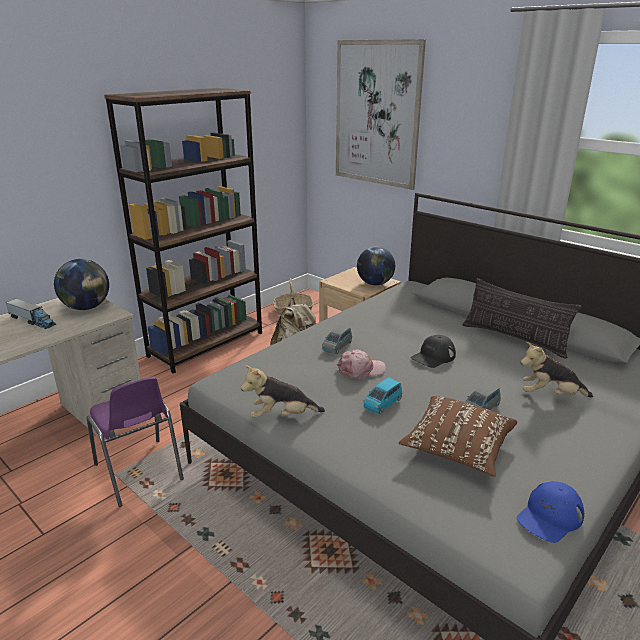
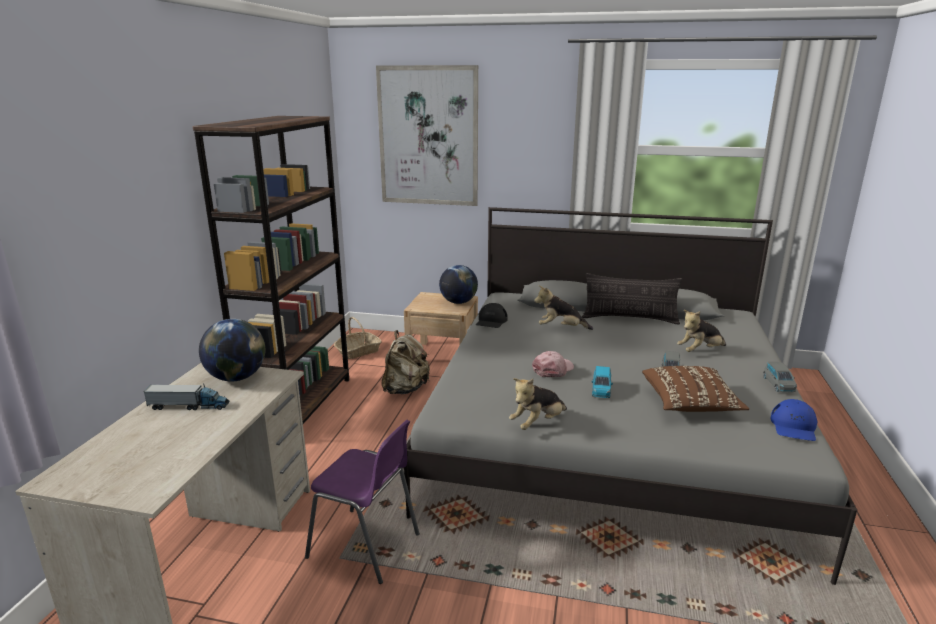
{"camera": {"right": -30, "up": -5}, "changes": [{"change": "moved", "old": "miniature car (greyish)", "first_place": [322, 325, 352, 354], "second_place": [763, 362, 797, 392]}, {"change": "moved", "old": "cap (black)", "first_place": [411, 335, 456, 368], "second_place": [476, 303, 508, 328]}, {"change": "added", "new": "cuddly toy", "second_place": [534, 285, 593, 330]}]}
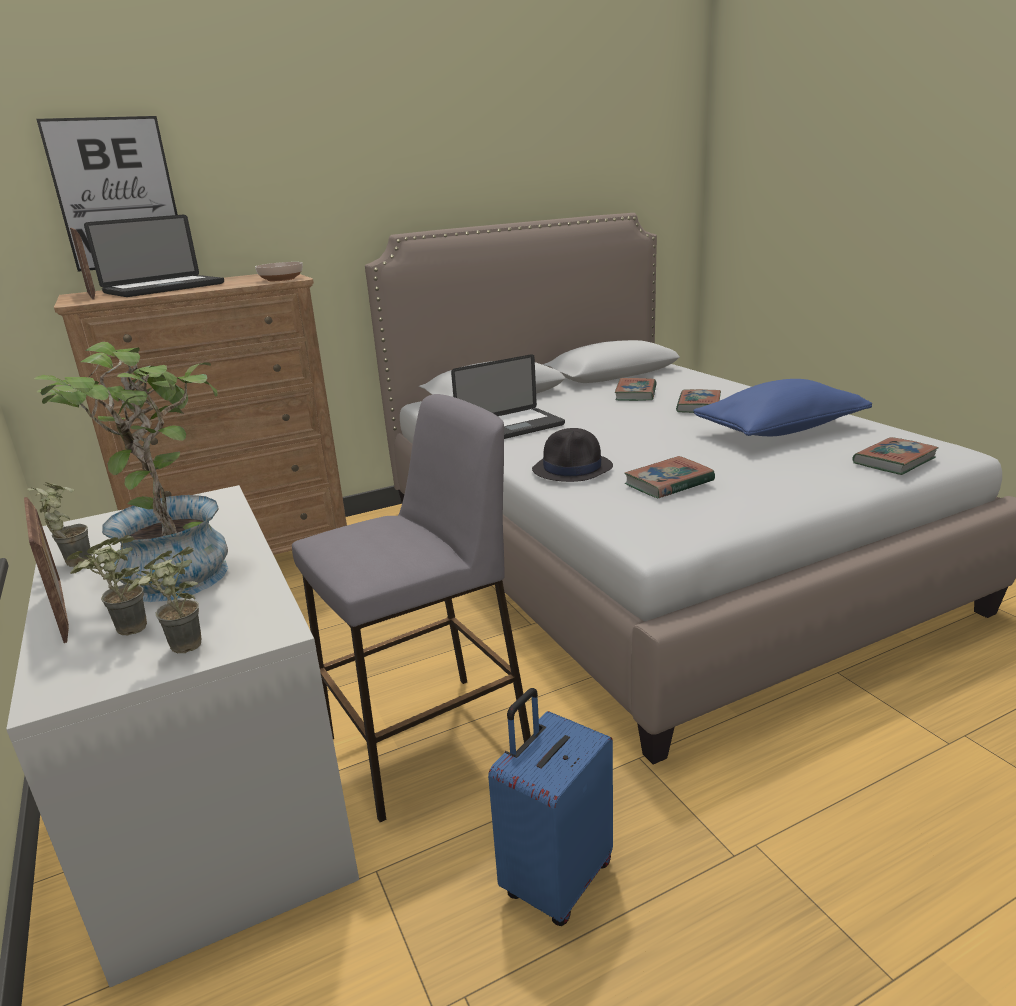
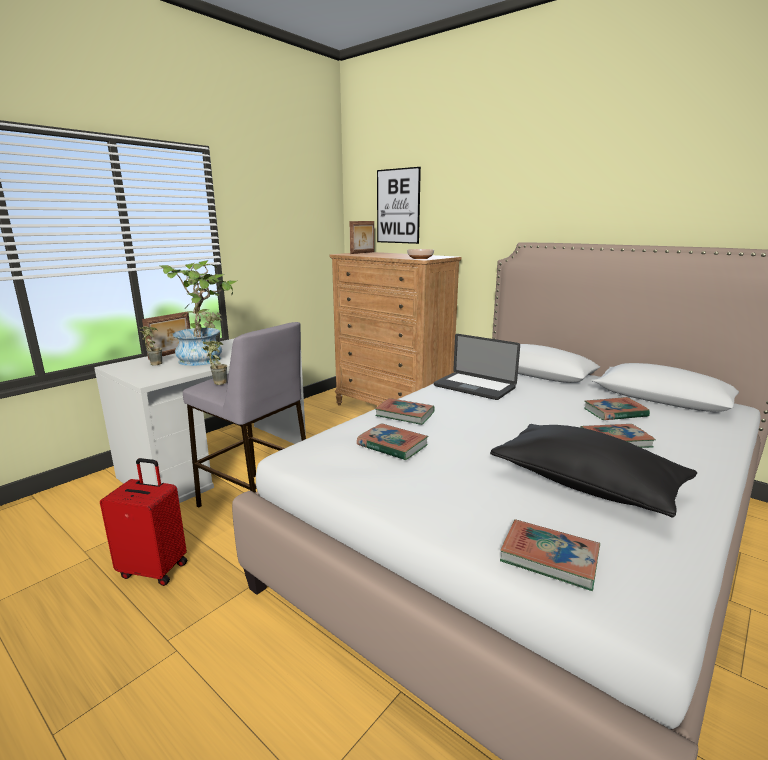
{"camera": {"right": 65, "up": -5}, "changes": [{"change": "removed", "old": "notebook computer", "first_place": [84, 215, 224, 297]}, {"change": "moved", "old": "plant in a pot", "first_place": [124, 547, 201, 653], "second_place": [202, 341, 227, 385]}, {"change": "recoloured", "old": "travel case (blue)", "new": "travel case (reddish)", "first_place": [488, 688, 613, 926], "second_place": [100, 458, 187, 586]}, {"change": "replaced", "old": "clothing hat (black)", "new": "book", "first_place": [532, 428, 613, 482], "second_place": [375, 398, 434, 425]}, {"change": "recoloured", "old": "cushion (blue)", "new": "cushion (black)", "first_place": [693, 379, 872, 436], "second_place": [490, 424, 697, 518]}]}
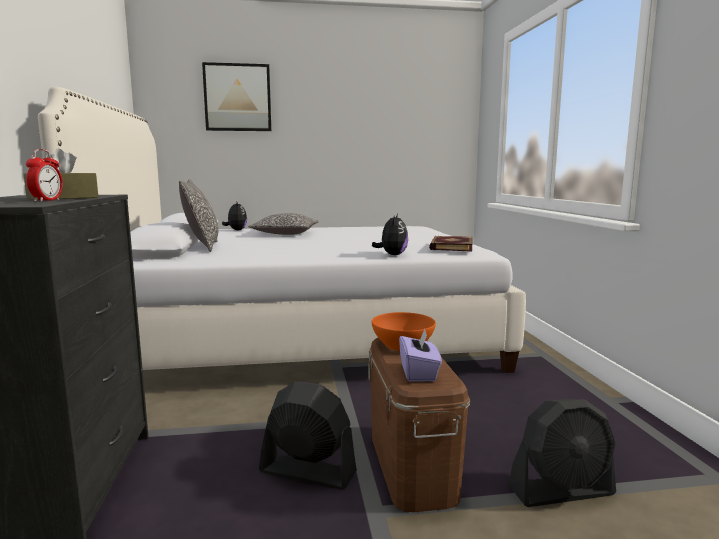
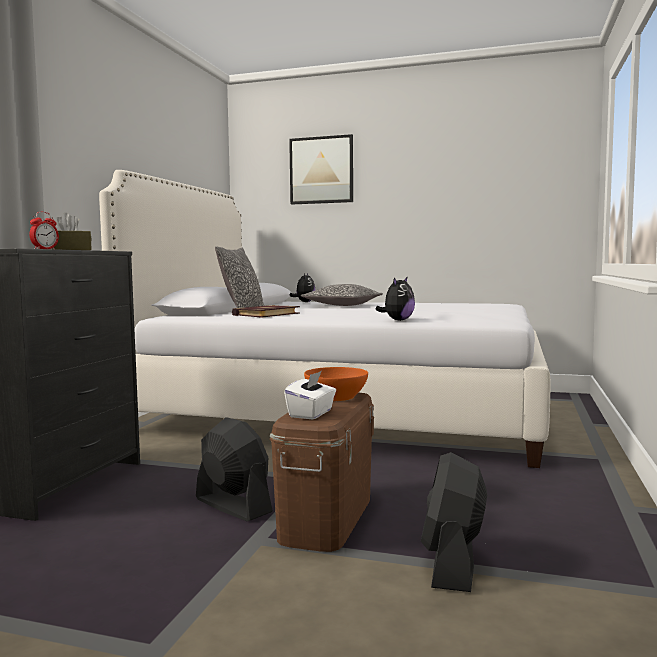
{"camera": {"right": 25, "up": -5}, "changes": [{"change": "recoloured", "old": "tissue holder (purplish)", "new": "tissue holder (white-coloured)", "first_place": [399, 329, 442, 382], "second_place": [284, 371, 336, 419]}, {"change": "moved", "old": "book", "first_place": [429, 236, 473, 252], "second_place": [232, 305, 300, 318]}, {"change": "turned", "old": "electric fan (black)", "first_place": [508, 399, 616, 507], "second_place": [420, 452, 487, 592], "degrees": 90}]}
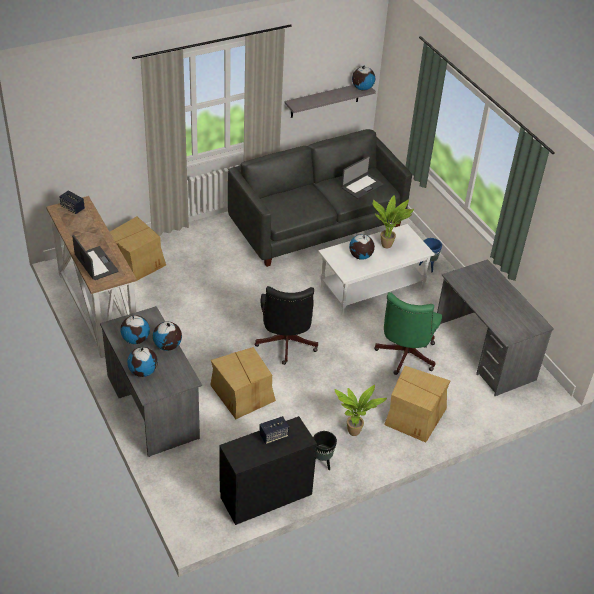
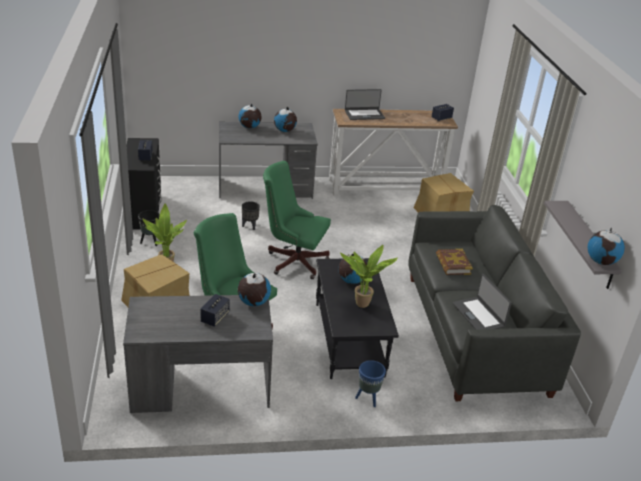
{"camera": {"right": 110, "up": -10}, "changes": [{"change": "moved", "old": "world globe", "first_place": [153, 321, 182, 351], "second_place": [238, 273, 271, 306]}, {"change": "replaced", "old": "carton", "new": "plant pot (black)", "first_place": [211, 347, 276, 419], "second_place": [242, 201, 260, 230]}, {"change": "recoloured", "old": "desk chair (black)", "new": "desk chair (greenish)", "first_place": [255, 286, 318, 365], "second_place": [263, 161, 331, 279]}, {"change": "recoloured", "old": "coffee table (white-coloured)", "new": "coffee table (black)", "first_place": [318, 224, 435, 315], "second_place": [316, 258, 399, 379]}, {"change": "added", "new": "loudspeaker", "second_place": [200, 294, 229, 327]}, {"change": "added", "new": "book", "second_place": [436, 249, 473, 275]}]}
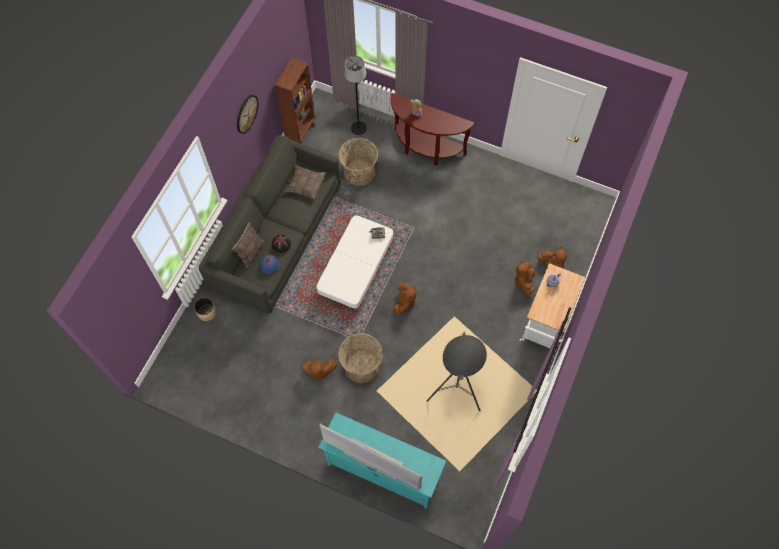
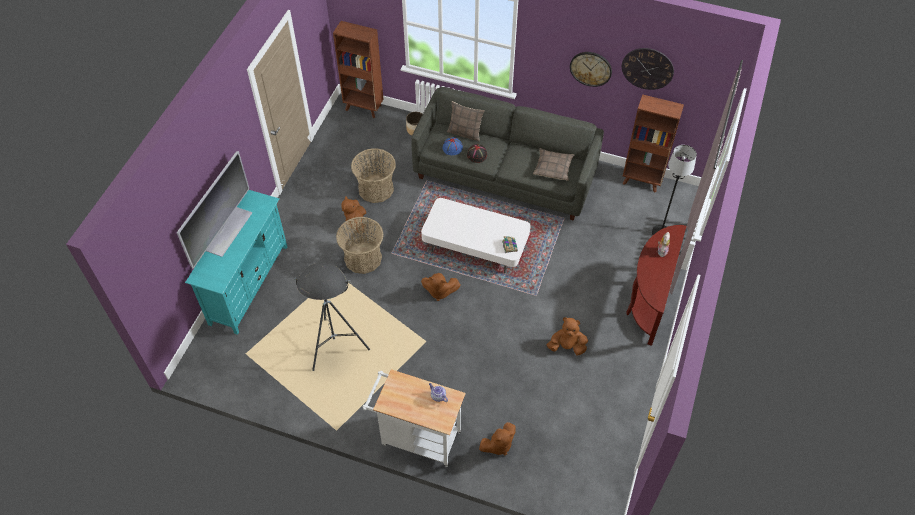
{"camera": {"right": 85, "up": -10}, "changes": [{"change": "moved", "old": "basket", "first_place": [338, 138, 378, 186], "second_place": [351, 148, 396, 203]}, {"change": "moved", "old": "cuddly toy (brownish)", "first_place": [514, 261, 535, 295], "second_place": [547, 317, 588, 356]}, {"change": "added", "new": "shelving unit (brownish)", "second_place": [333, 21, 383, 118]}, {"change": "added", "new": "hanging clock", "second_place": [622, 48, 674, 90]}]}
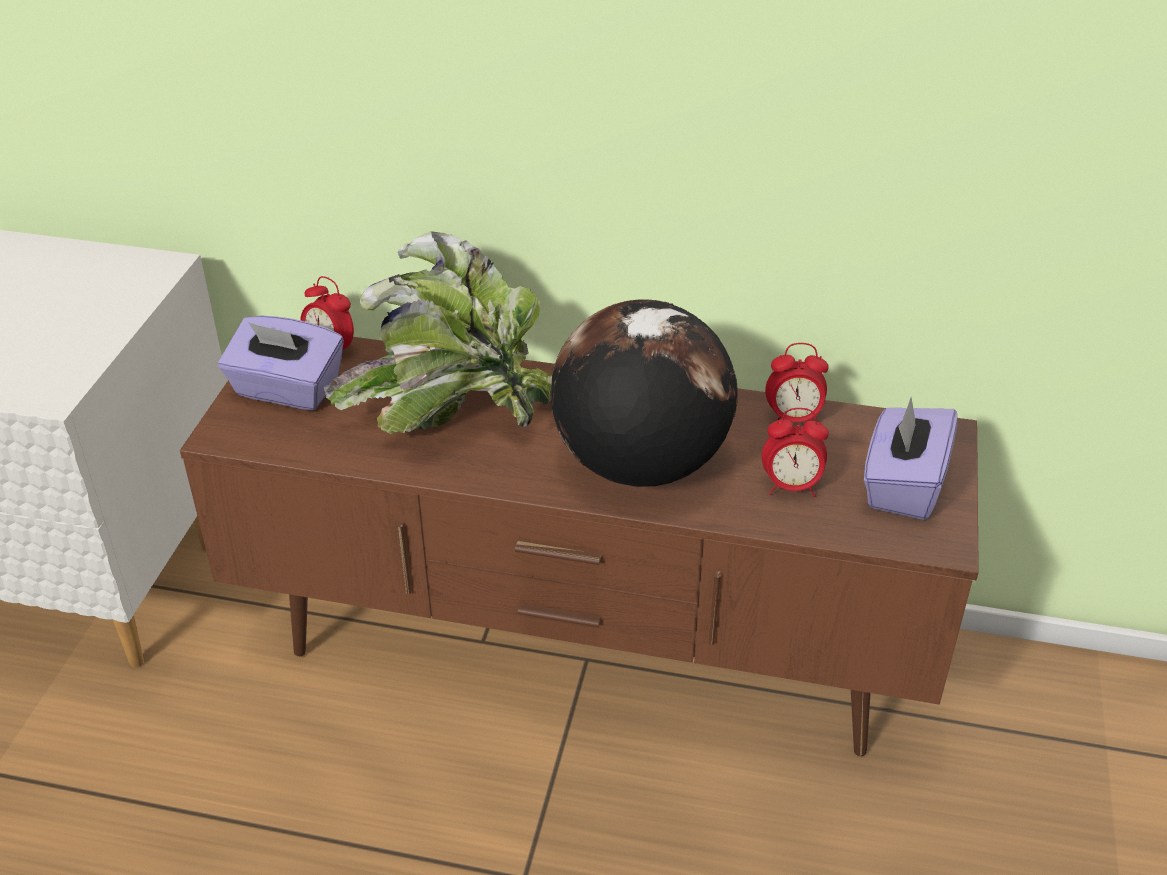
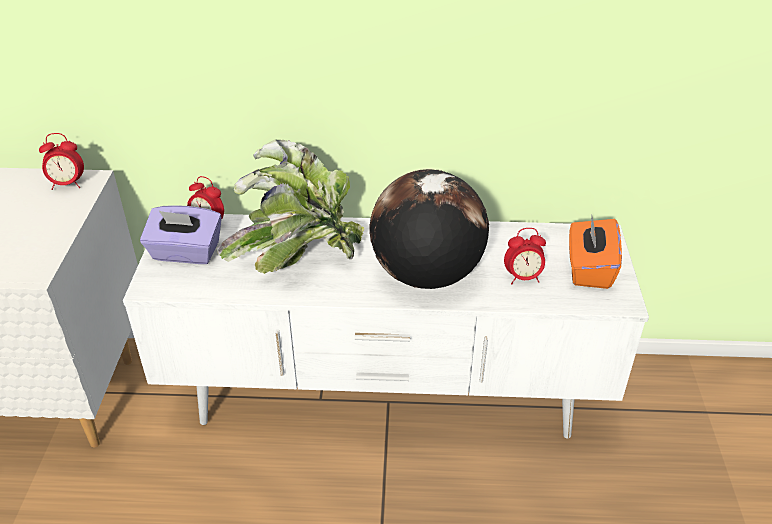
{"camera": {"right": -10, "up": 0}, "changes": [{"change": "recoloured", "old": "media console (brownish)", "new": "media console (white-coloured)", "first_place": [180, 337, 979, 756], "second_place": [123, 214, 649, 439]}, {"change": "moved", "old": "alarm clock", "first_place": [765, 343, 829, 423], "second_place": [39, 133, 84, 190]}, {"change": "recoloured", "old": "tissue holder (purplish)", "new": "tissue holder (orange-coloured)", "first_place": [864, 397, 957, 520], "second_place": [569, 216, 622, 289]}]}
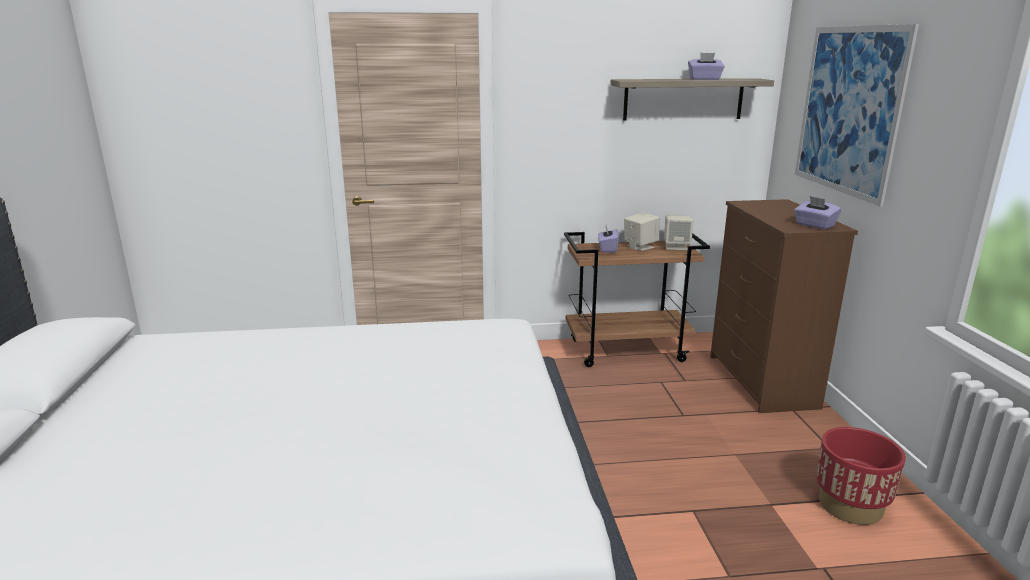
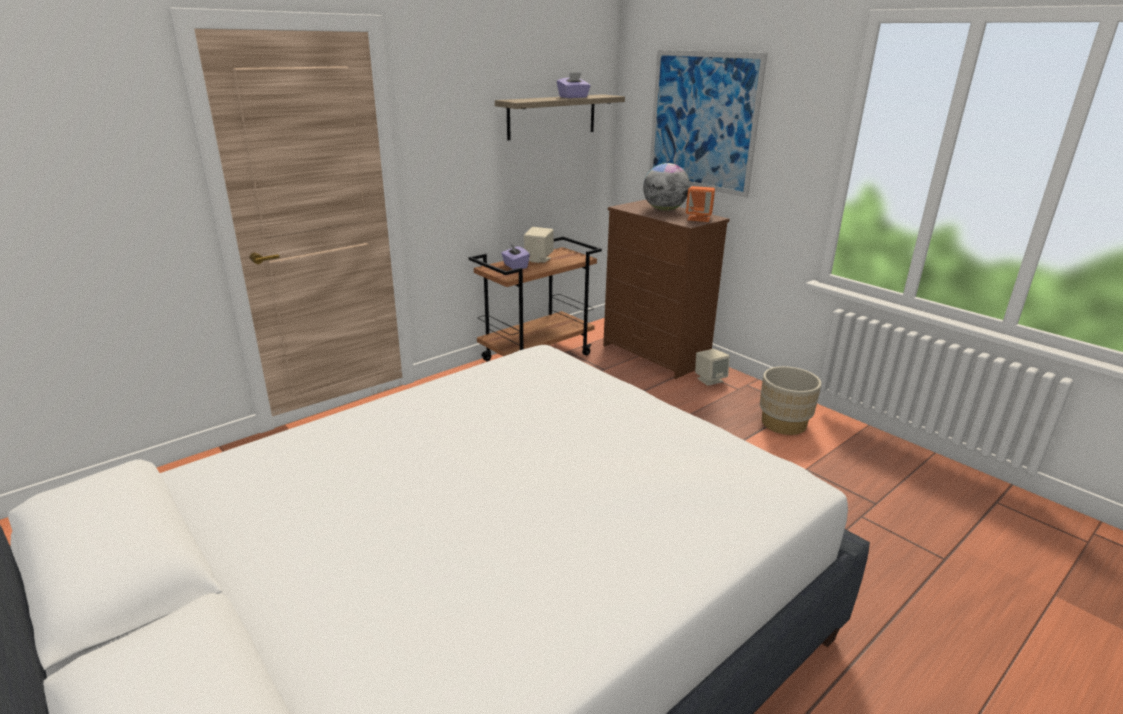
{"camera": {"right": -35, "up": 5}, "changes": [{"change": "moved", "old": "loudspeaker (beige-coloured)", "first_place": [664, 215, 693, 250], "second_place": [695, 349, 730, 386]}, {"change": "replaced", "old": "tissue holder (purplish)", "new": "loudspeaker (orange-coloured)", "first_place": [794, 196, 841, 229], "second_place": [686, 186, 715, 222]}, {"change": "recoloured", "old": "plant pot (reddish)", "new": "plant pot (beige-coloured)", "first_place": [817, 427, 906, 525], "second_place": [760, 366, 821, 435]}, {"change": "added", "new": "world globe", "second_place": [643, 163, 690, 211]}]}
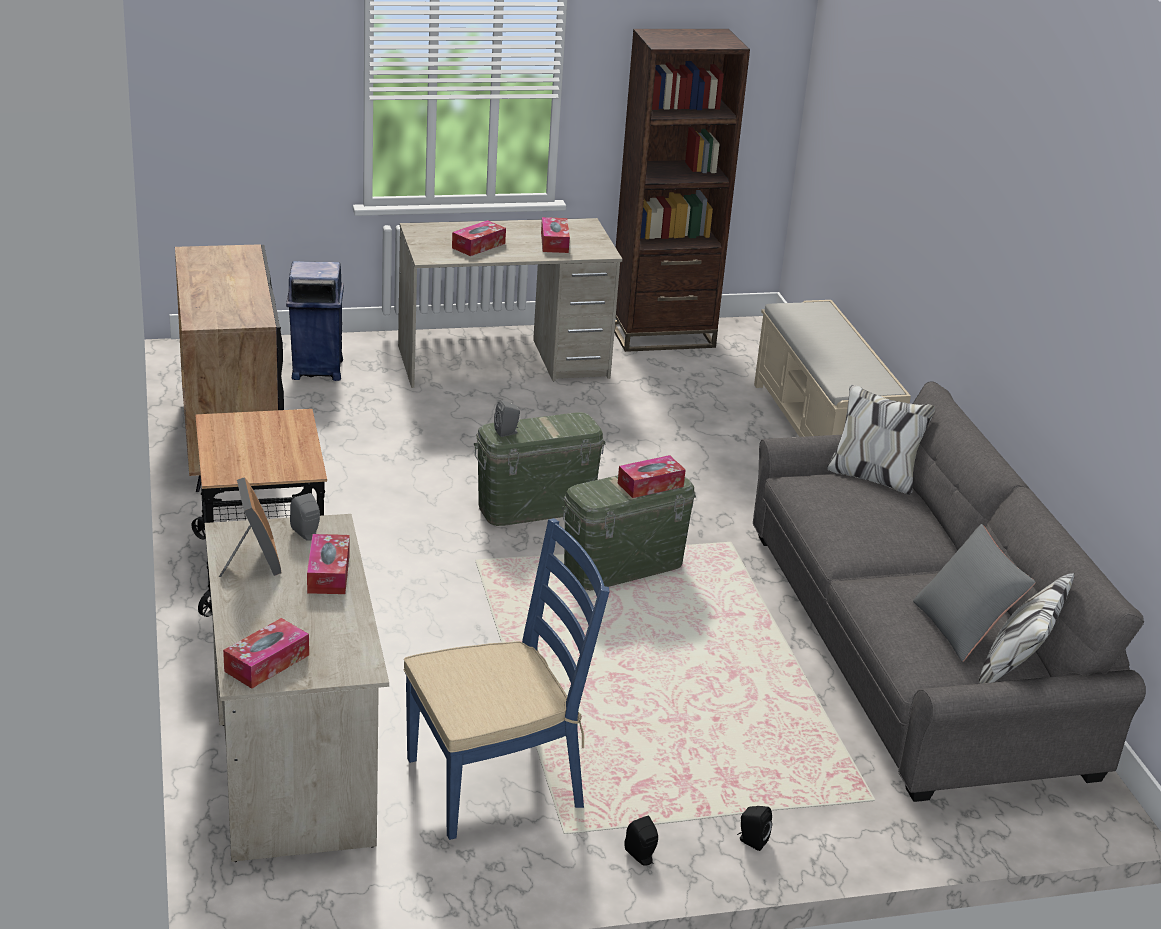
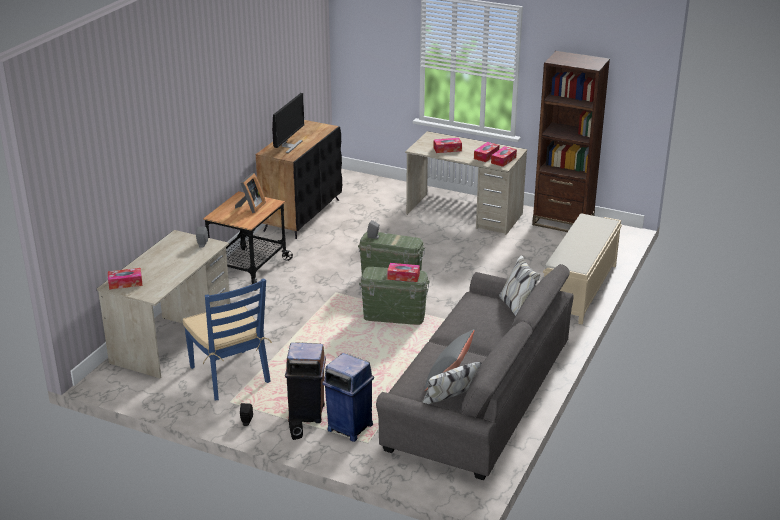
{"camera": {"right": 40, "up": 0}, "changes": [{"change": "moved", "old": "standing frame", "first_place": [219, 477, 282, 577], "second_place": [235, 173, 266, 213]}, {"change": "moved", "old": "rubbish bin (blue)", "first_place": [286, 261, 344, 381], "second_place": [322, 353, 374, 442]}, {"change": "moved", "old": "tissue holder", "first_place": [307, 534, 350, 594], "second_place": [491, 146, 517, 167]}, {"change": "turned", "old": "upright chair (blue)", "first_place": [404, 518, 609, 840], "second_place": [183, 278, 272, 400], "degrees": 45}, {"change": "added", "new": "computer display", "second_place": [272, 93, 304, 153]}, {"change": "added", "new": "rubbish bin (brownish)", "second_place": [285, 342, 326, 423]}]}
